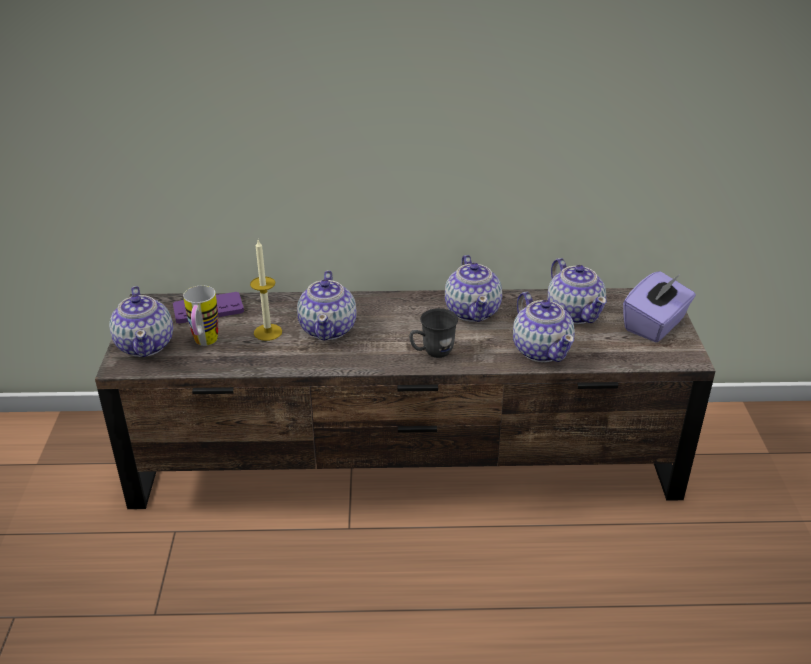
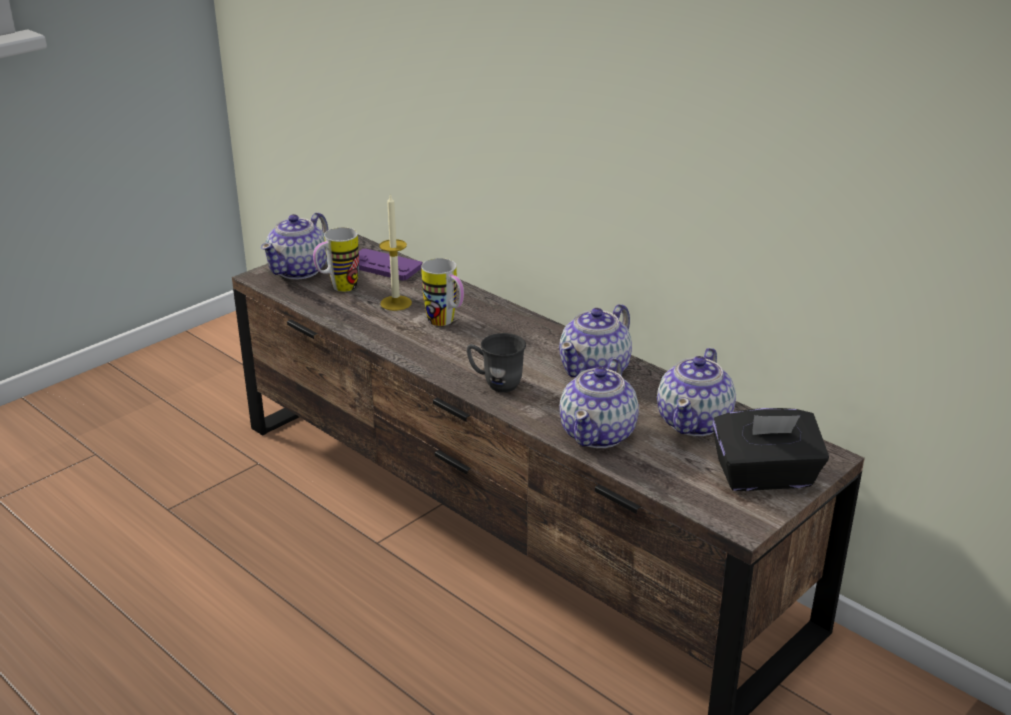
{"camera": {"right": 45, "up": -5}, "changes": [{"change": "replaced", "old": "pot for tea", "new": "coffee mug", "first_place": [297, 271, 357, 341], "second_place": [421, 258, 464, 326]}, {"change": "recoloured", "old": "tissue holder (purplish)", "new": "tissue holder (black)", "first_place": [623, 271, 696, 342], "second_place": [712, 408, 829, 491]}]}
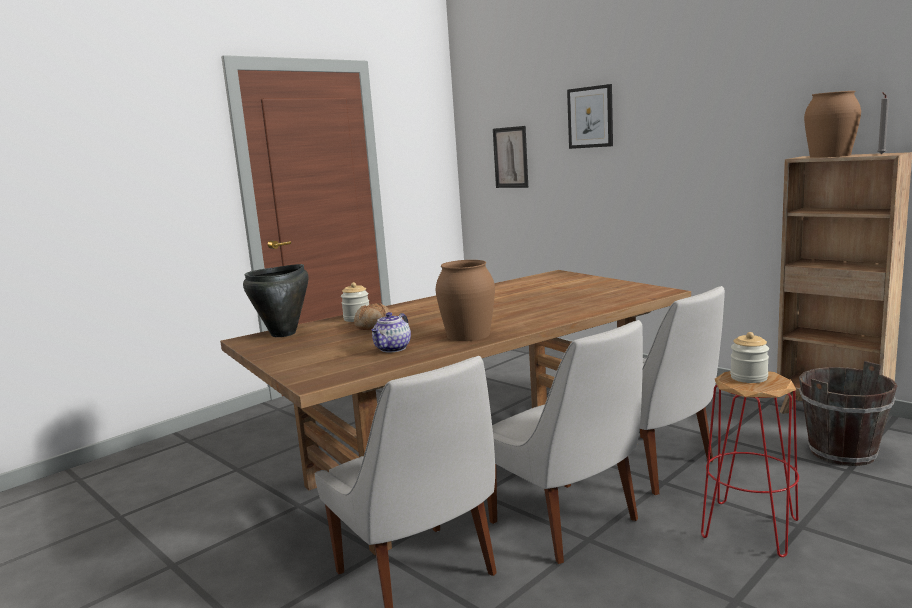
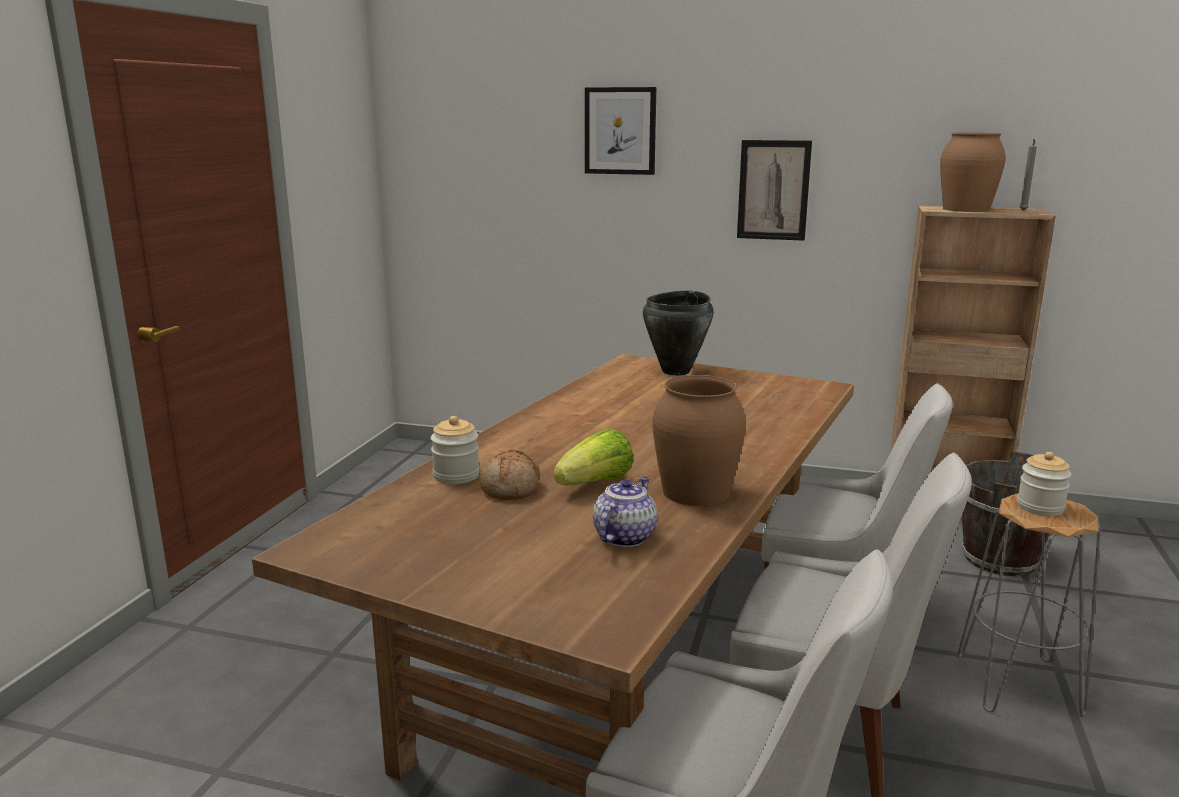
{"camera": {"right": -30, "up": 5}, "changes": [{"change": "moved", "old": "saucepot (black)", "first_place": [243, 264, 309, 337], "second_place": [643, 291, 714, 375]}, {"change": "turned", "old": "pot for tea", "first_place": [371, 312, 411, 352], "second_place": [593, 477, 657, 547], "degrees": -150}, {"change": "moved", "old": "wall picture", "first_place": [493, 126, 528, 188], "second_place": [737, 140, 812, 241]}, {"change": "recoloured", "old": "sitting stool (reddish)", "new": "sitting stool (greyish)", "first_place": [701, 371, 799, 557], "second_place": [957, 493, 1101, 717]}, {"change": "added", "new": "lettuce head", "second_place": [553, 429, 634, 485]}]}
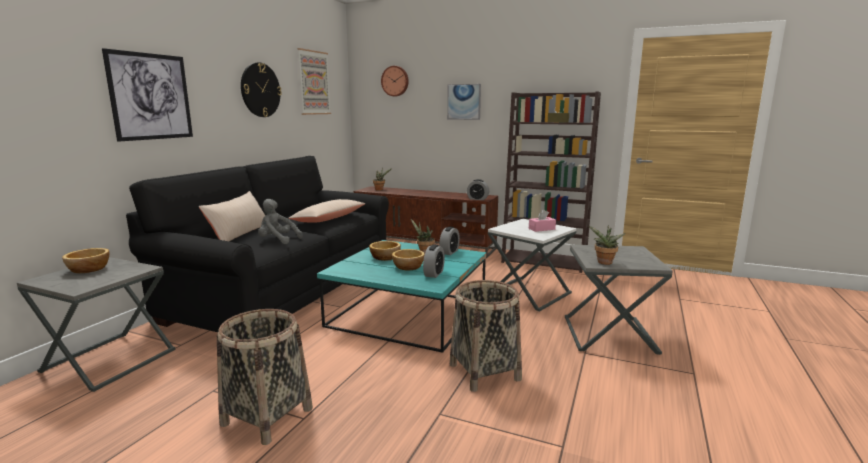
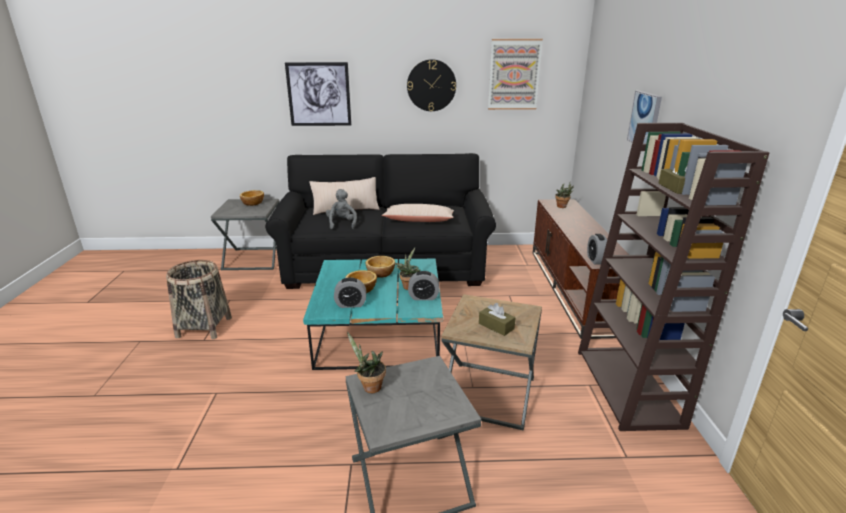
{"camera": {"right": 65, "up": 10}, "changes": [{"change": "removed", "old": "hanging clock", "first_place": [381, 66, 409, 96]}, {"change": "removed", "old": "basket", "first_place": [450, 280, 522, 392]}, {"change": "recoloured", "old": "accent table (white-coloured)", "new": "accent table (brownish)", "first_place": [488, 219, 576, 311], "second_place": [441, 294, 542, 430]}, {"change": "recoloured", "old": "tissue holder (pinkish)", "new": "tissue holder (brownish)", "first_place": [529, 210, 556, 232], "second_place": [479, 303, 516, 336]}]}
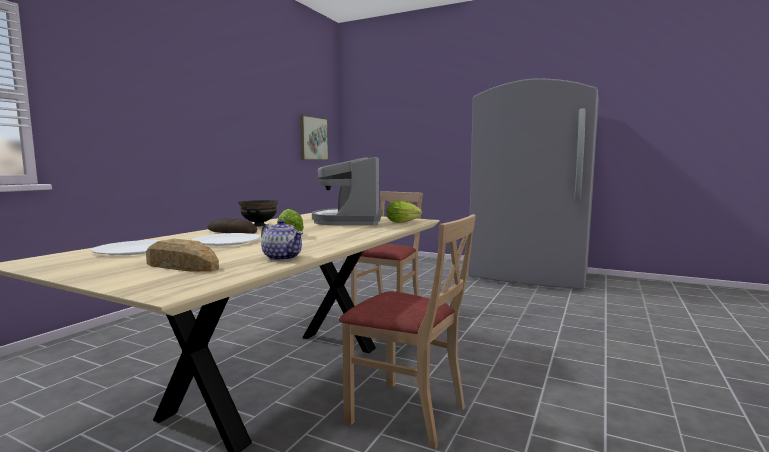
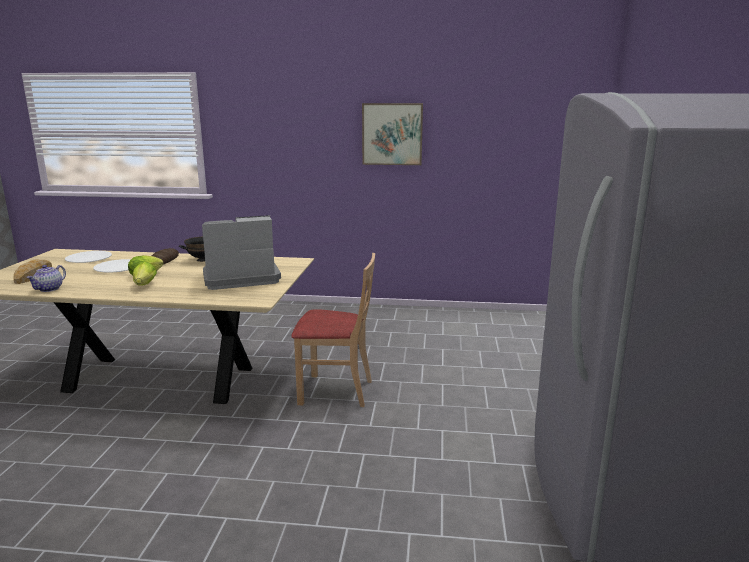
{"camera": {"right": 70, "up": 10}, "changes": [{"change": "moved", "old": "wall picture", "first_place": [300, 115, 329, 160], "second_place": [362, 103, 423, 165]}, {"change": "removed", "old": "upright chair (beige-coloured)", "first_place": [339, 214, 476, 449]}, {"change": "moved", "old": "lettuce head", "first_place": [387, 201, 422, 223], "second_place": [133, 262, 157, 286]}]}
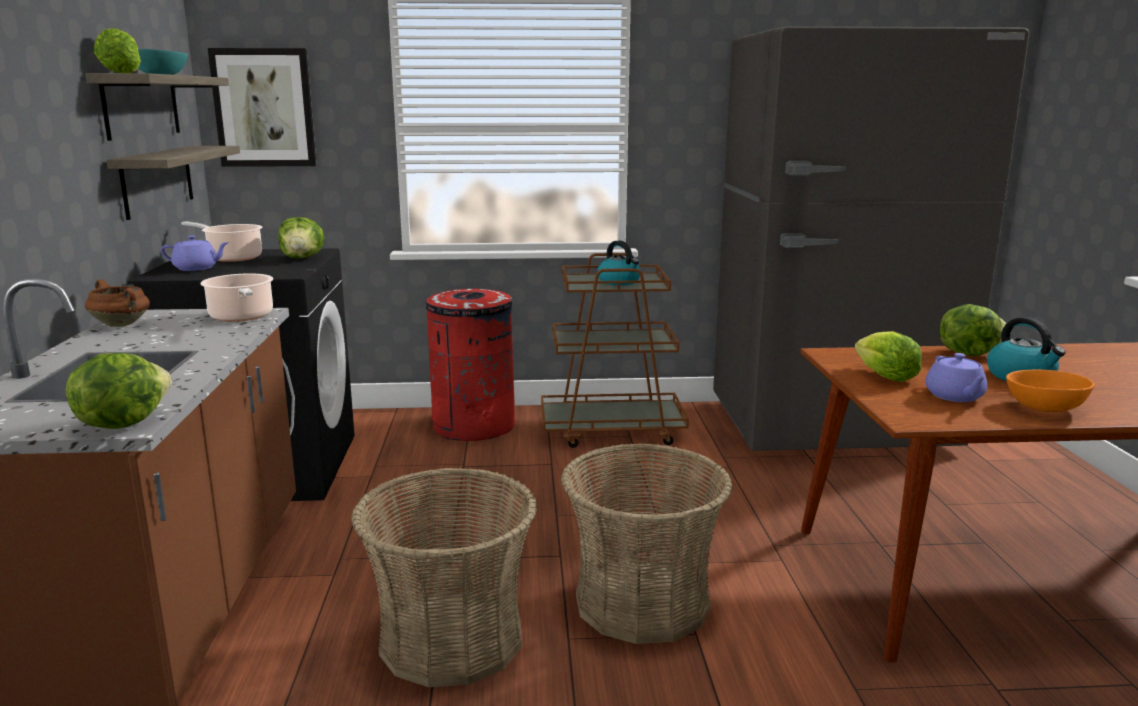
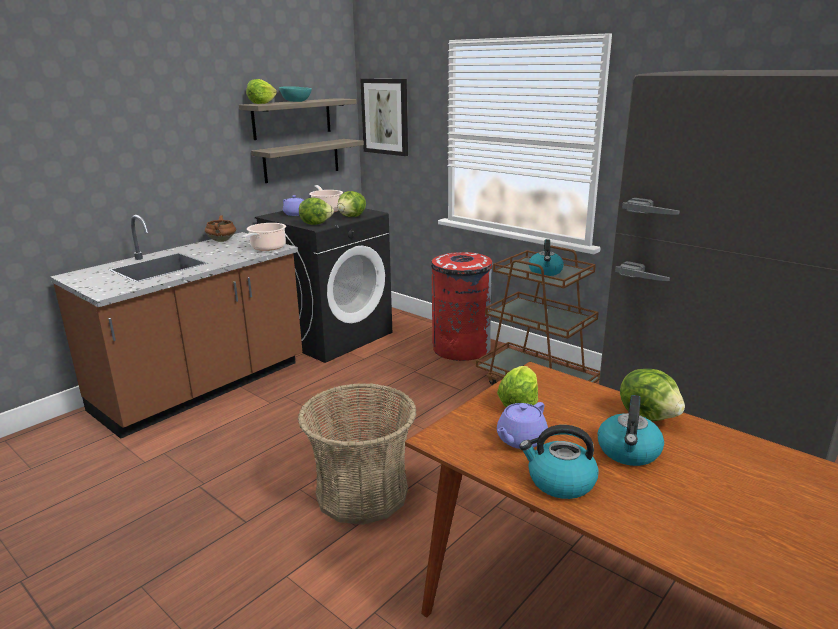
{"camera": {"right": 45, "up": 5}, "changes": [{"change": "moved", "old": "lettuce head", "first_place": [66, 353, 171, 429], "second_place": [299, 197, 334, 225]}, {"change": "removed", "old": "basket", "first_place": [351, 468, 537, 687]}, {"change": "replaced", "old": "serving bowl (orange-coloured)", "new": "kettle", "first_place": [1006, 369, 1095, 412], "second_place": [519, 425, 599, 499]}]}
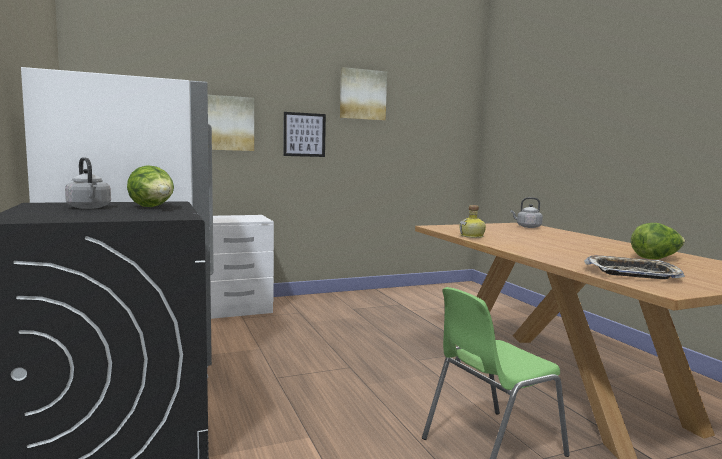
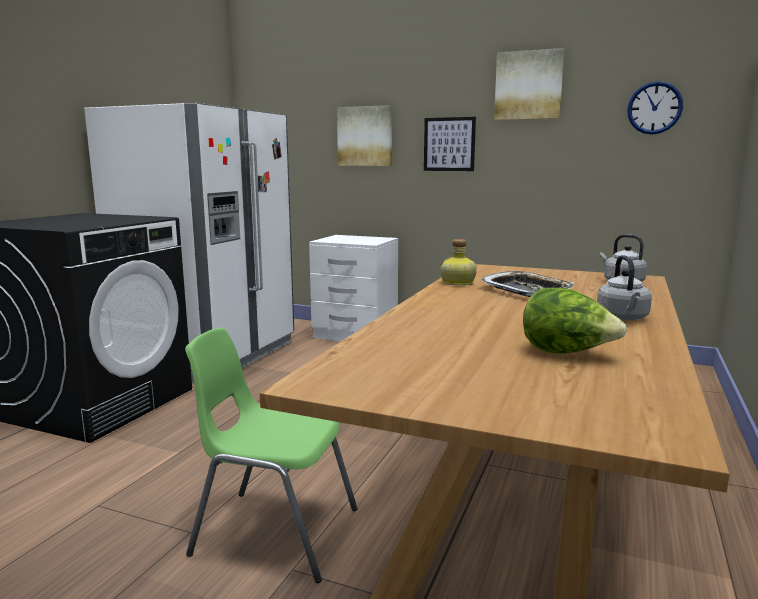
{"camera": {"right": 45, "up": 5}, "changes": [{"change": "moved", "old": "kettle (greyish)", "first_place": [65, 157, 111, 209], "second_place": [597, 255, 652, 321]}, {"change": "removed", "old": "lettuce head", "first_place": [127, 165, 174, 207]}, {"change": "moved", "old": "serving tray", "first_place": [584, 256, 685, 279], "second_place": [480, 271, 574, 297]}, {"change": "added", "new": "hanging clock", "second_place": [627, 81, 683, 135]}]}
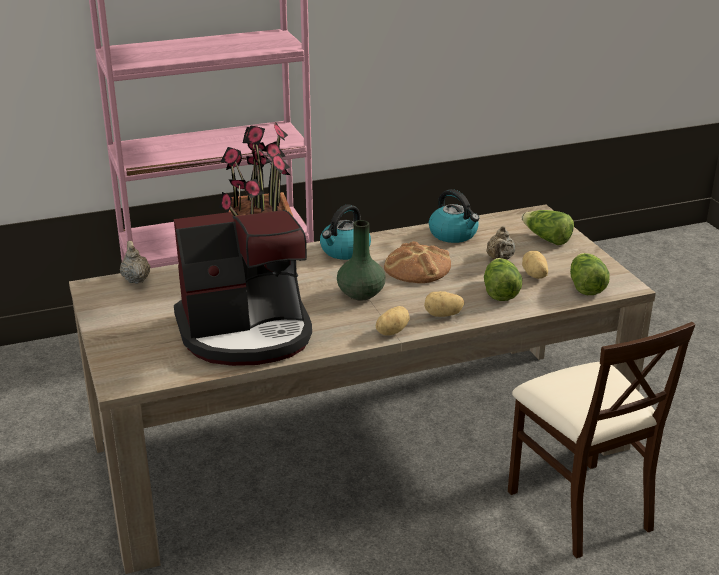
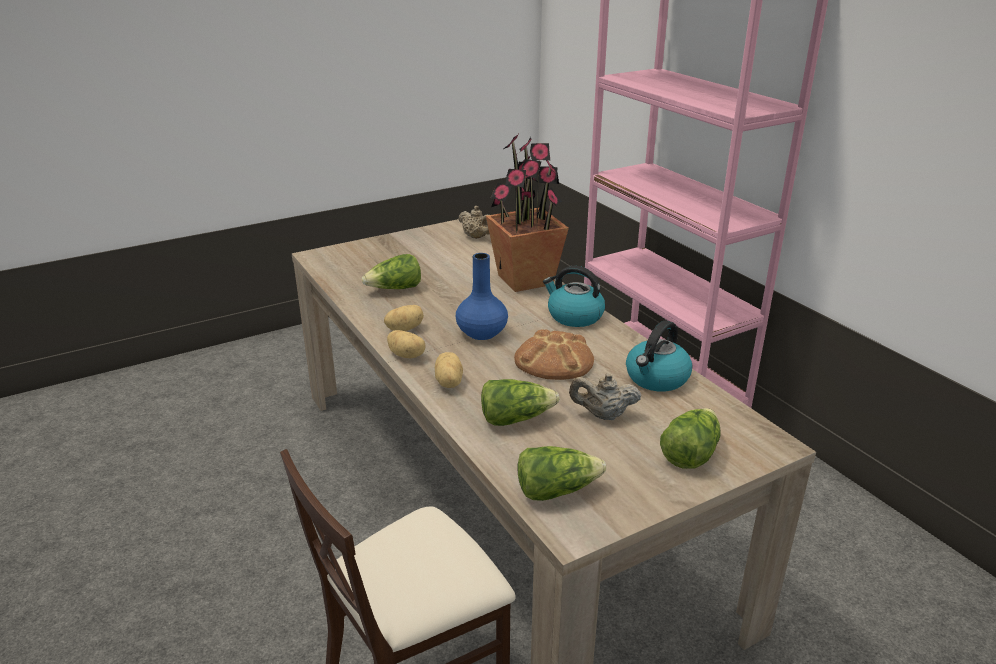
{"camera": {"right": 80, "up": 0}, "changes": [{"change": "turned", "old": "pot for tea (beige-coloured)", "first_place": [120, 241, 151, 284], "second_place": [458, 206, 489, 239], "degrees": 75}, {"change": "replaced", "old": "coffee brewer", "new": "lettuce head", "first_place": [174, 210, 312, 366], "second_place": [362, 254, 421, 289]}, {"change": "recoloured", "old": "decorative vase (greenish)", "new": "decorative vase (blue)", "first_place": [337, 220, 386, 300], "second_place": [456, 253, 508, 340]}, {"change": "moved", "old": "whole potato", "first_place": [522, 251, 548, 279], "second_place": [384, 305, 424, 331]}]}
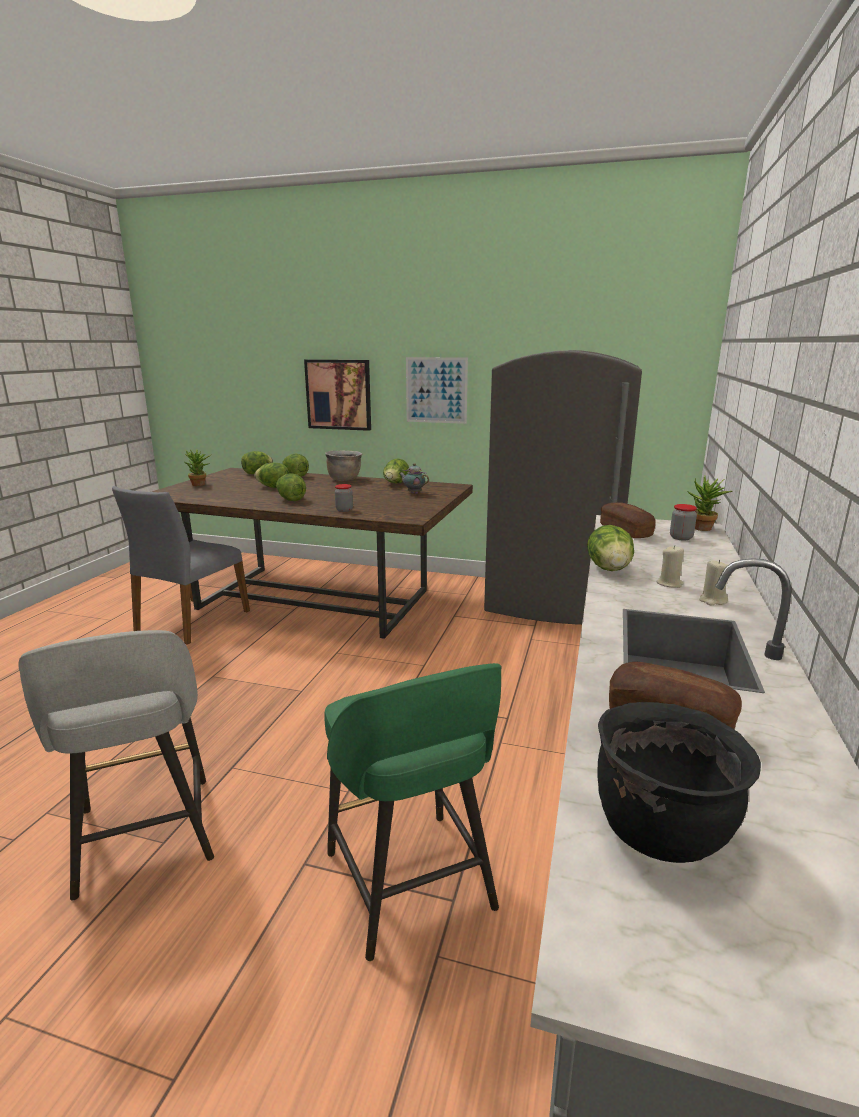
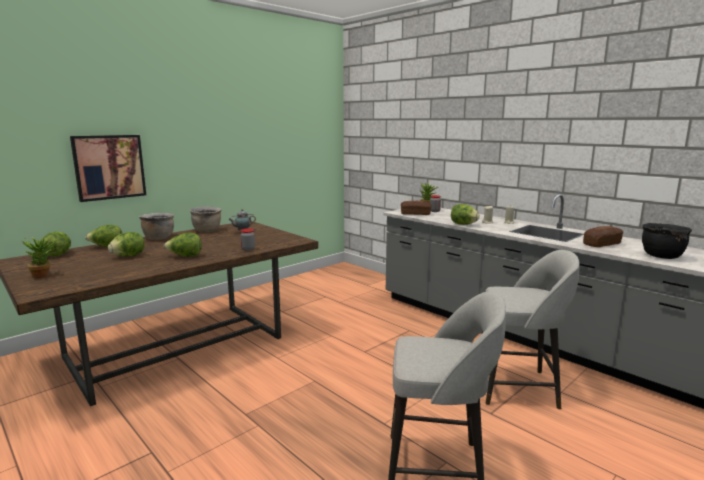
{"camera": {"right": -60, "up": -5}, "changes": [{"change": "removed", "old": "upright chair (greyish)", "first_place": [112, 486, 250, 645]}, {"change": "recoloured", "old": "sitting stool (greenish)", "new": "sitting stool (greyish)", "first_place": [324, 663, 502, 961], "second_place": [482, 250, 579, 409]}, {"change": "replaced", "old": "lettuce head", "new": "saucepot (brownish)", "first_place": [383, 459, 409, 483], "second_place": [190, 206, 222, 233]}, {"change": "removed", "old": "wall picture", "first_place": [406, 357, 468, 424]}, {"change": "removed", "old": "fridge (greyish)", "first_place": [484, 350, 642, 625]}]}
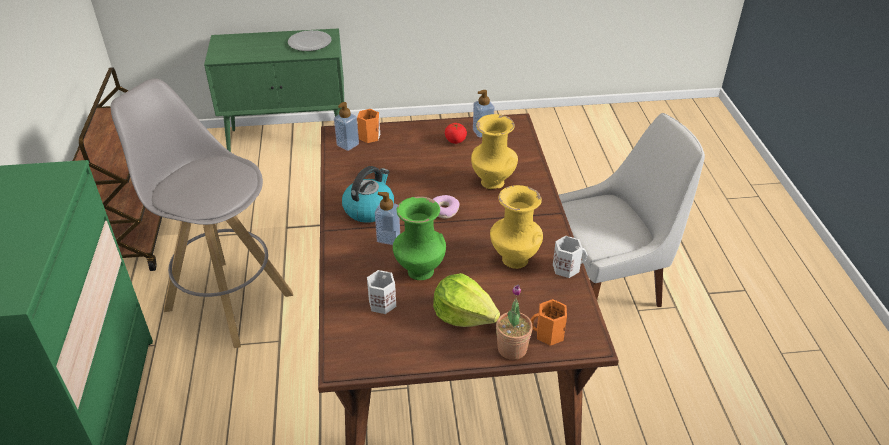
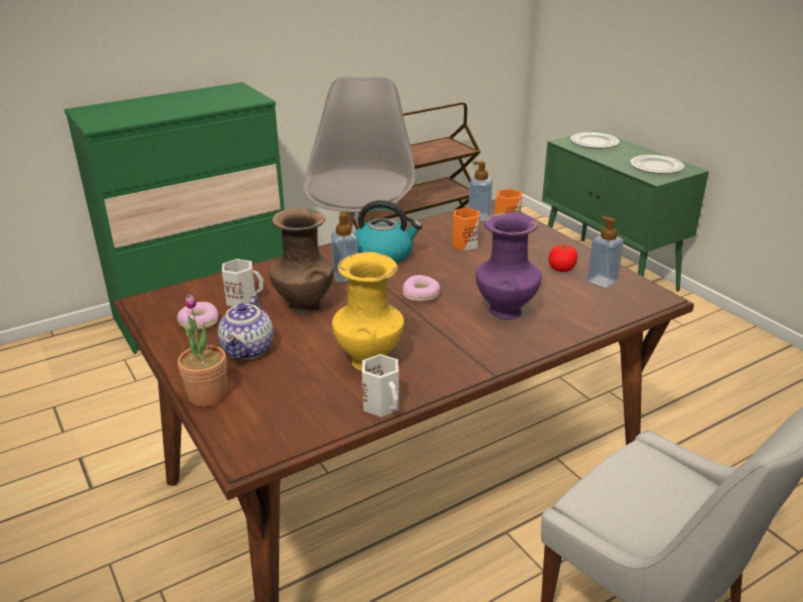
{"camera": {"right": 65, "up": -10}, "changes": [{"change": "recoloured", "old": "decorative vase (greenish)", "new": "decorative vase (brownish)", "first_place": [393, 196, 446, 280], "second_place": [269, 208, 334, 315]}, {"change": "replaced", "old": "lettuce head", "new": "pot for tea", "first_place": [433, 273, 500, 327], "second_place": [218, 295, 273, 360]}, {"change": "recoloured", "old": "decorative vase (yellowish)", "new": "decorative vase (purplish)", "first_place": [471, 114, 518, 189], "second_place": [476, 212, 541, 320]}, {"change": "moved", "old": "coffee mug (orange-coloured)", "first_place": [530, 299, 567, 346], "second_place": [452, 208, 480, 251]}, {"change": "added", "new": "donut", "second_place": [177, 302, 219, 330]}, {"change": "added", "new": "plate", "second_place": [570, 132, 619, 149]}]}
